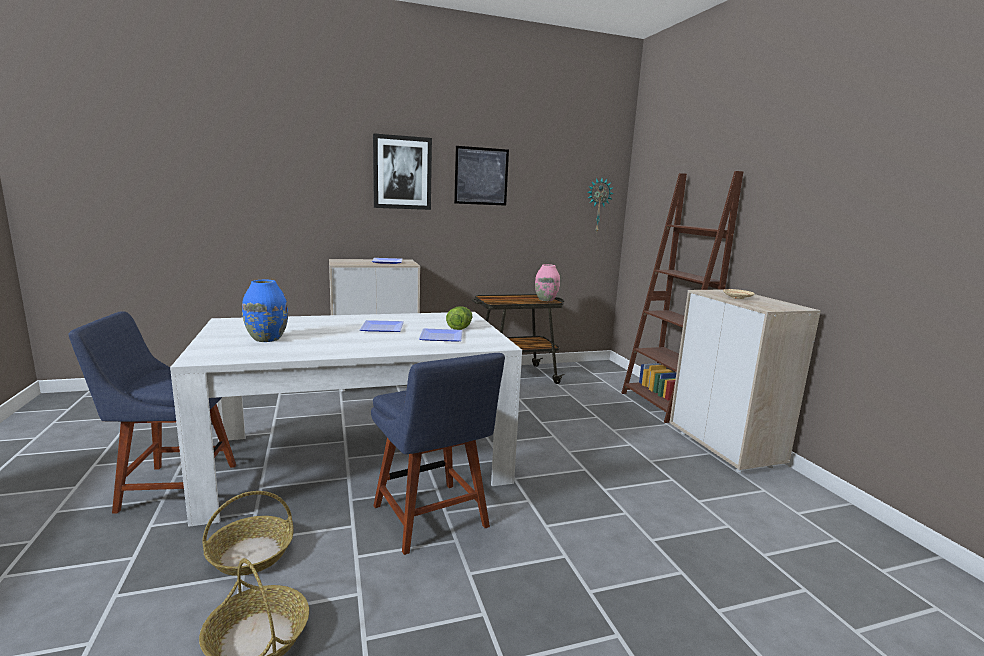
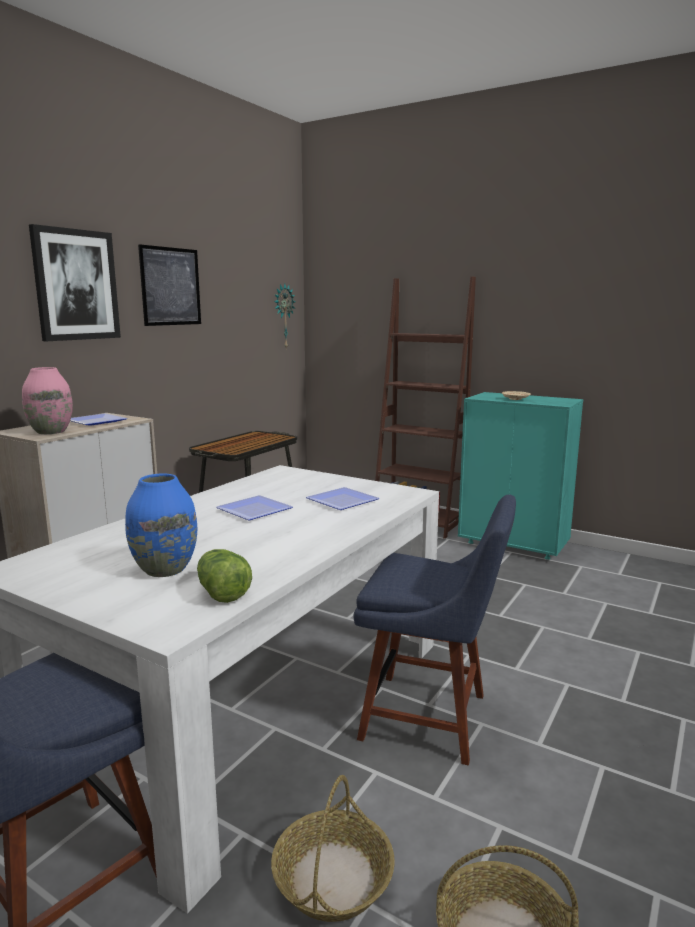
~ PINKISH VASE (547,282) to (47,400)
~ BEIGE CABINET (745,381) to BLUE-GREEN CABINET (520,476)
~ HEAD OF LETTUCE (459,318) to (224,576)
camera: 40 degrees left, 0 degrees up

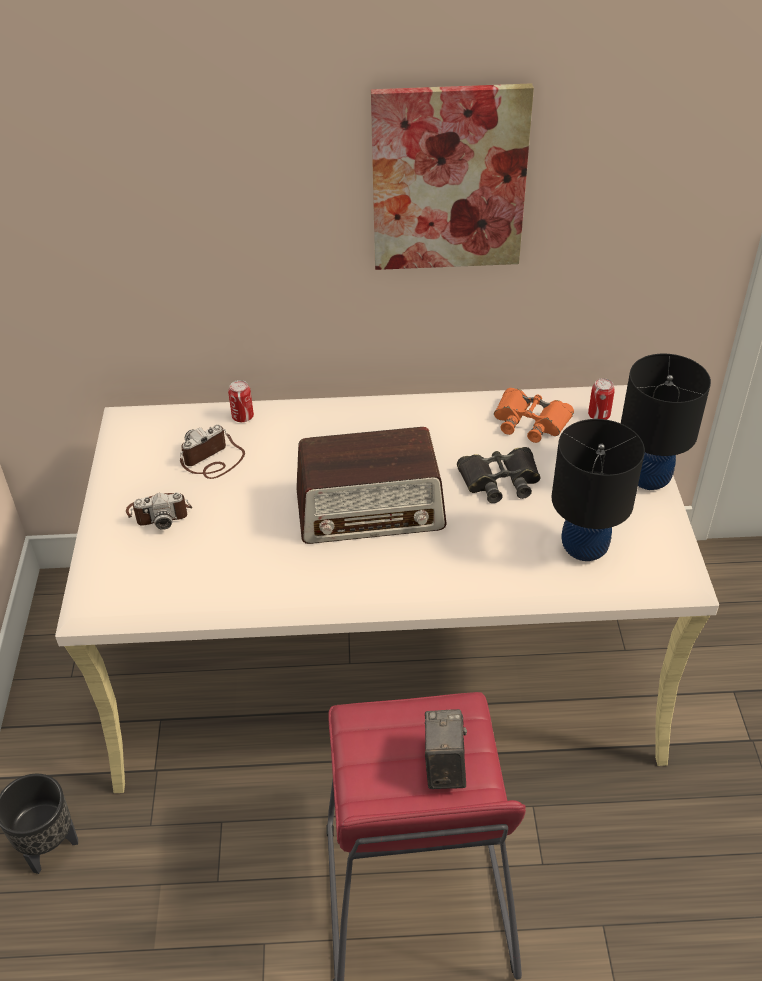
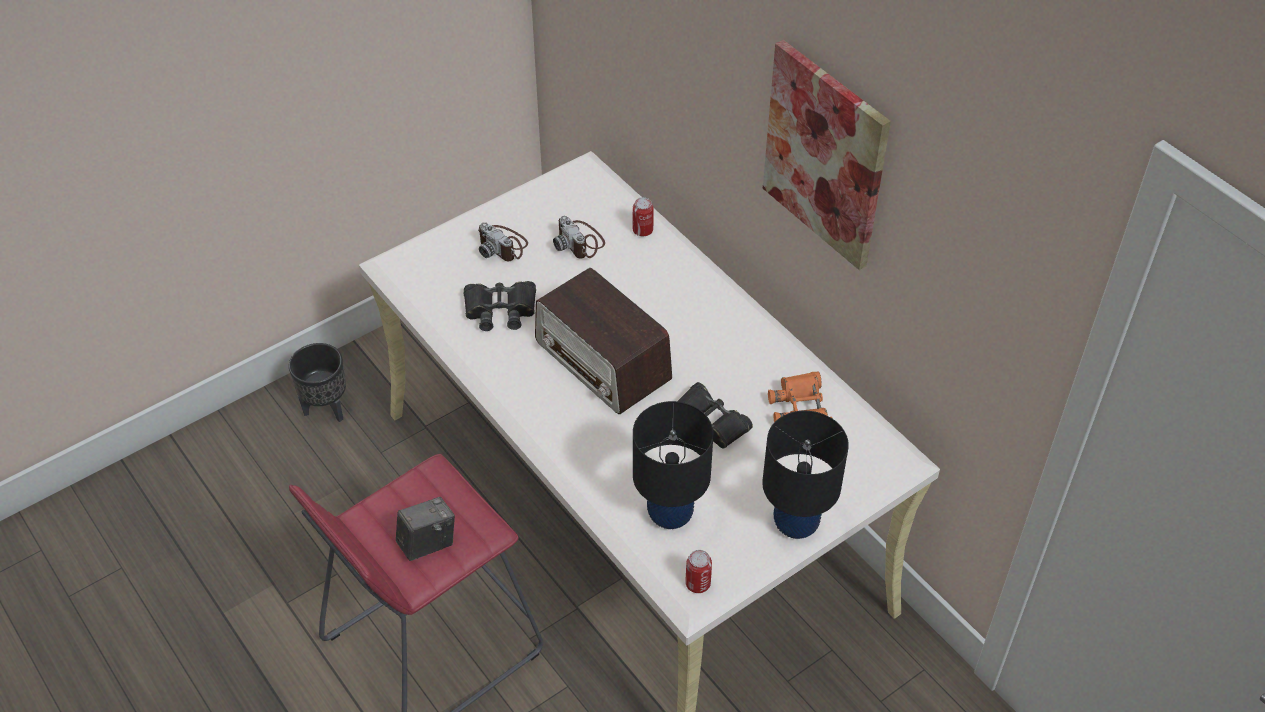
~ SEALED CAN (601,399) to (698,571)
~ STILL CAMERA (212,452) = (579,237) 135 degrees counterclockwise
+ BLACK-COLOURED BINOCULARS (500,306)
camera: 55 degrees right, 5 degrees up

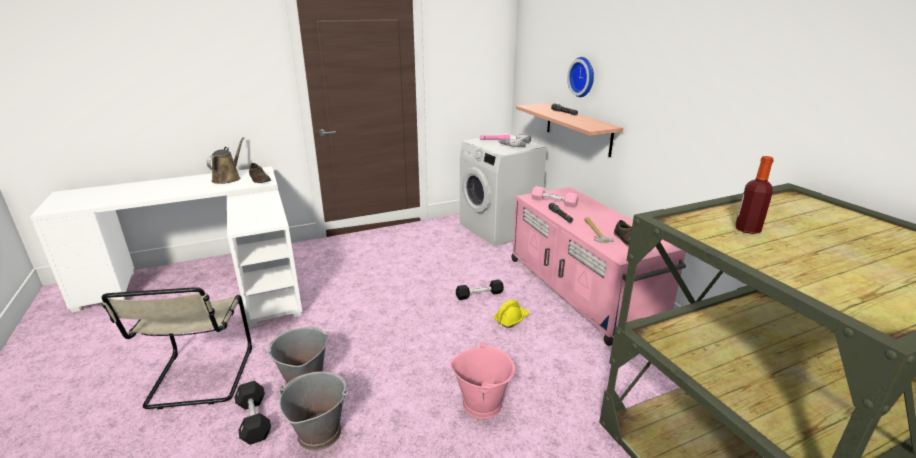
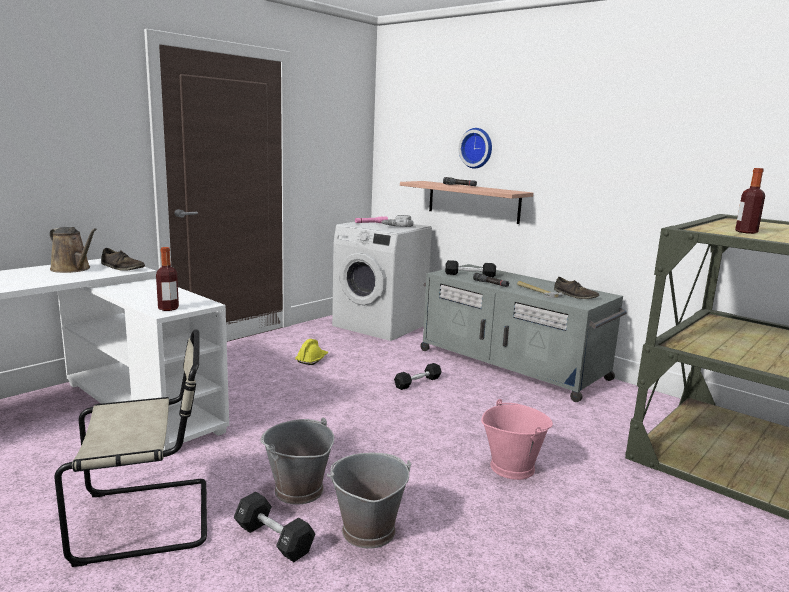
~ BROWNISH SPRINKLING CAN (225,160) = (73,250) 135 degrees clockwise
~ PINKISH FREE WEIGHT (554,196) to BLACK-COLOURED FREE WEIGHT (470,269)
~ PINKISH CABINET (598,266) to GREYISH CABINET (523,333)
~ BEIGE CHAIR (177,348) = (130,448) 75 degrees counterclockwise
~ YELLOW-COLOURED HARD HAT (512,314) to (311,352)
+ BOTTLE (167,279)
camera: 25 degrees left, 10 degrees down

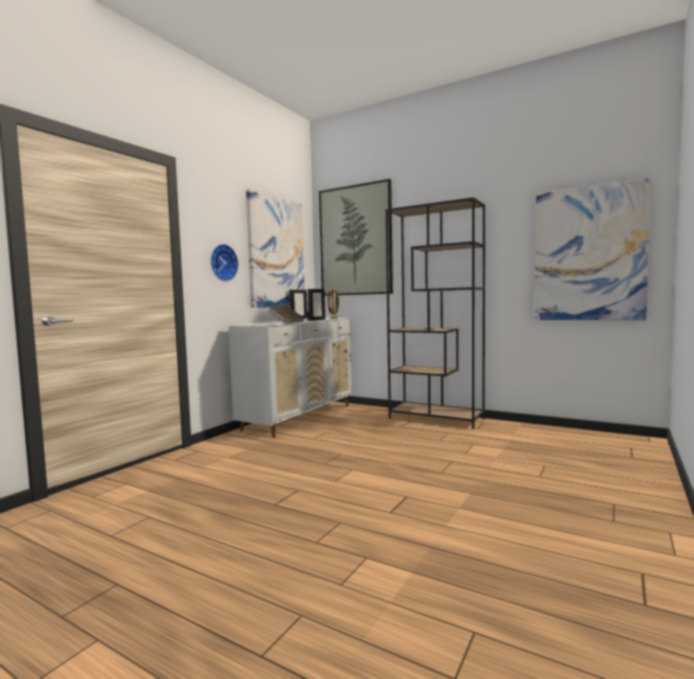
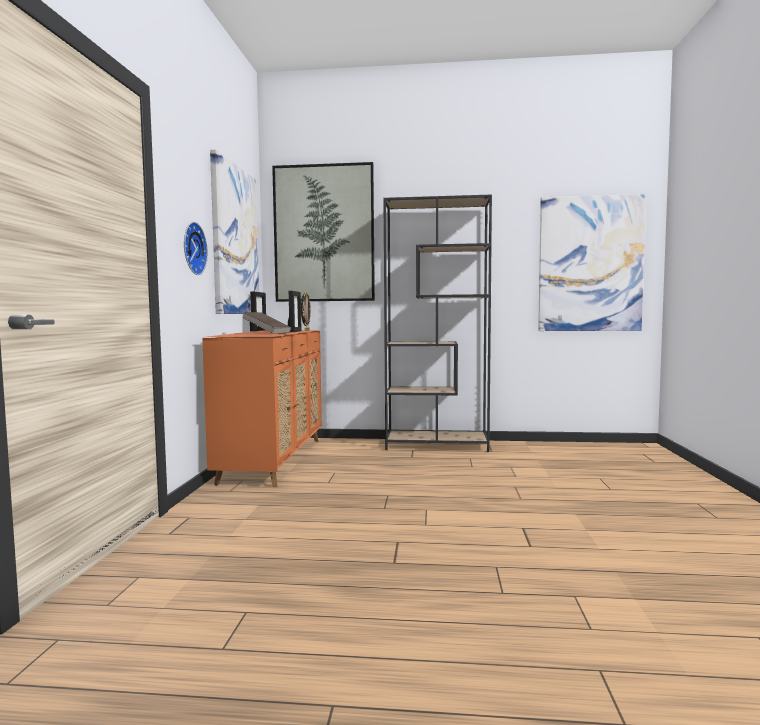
~ WHITISH CABINET (290,377) to ORANGEY CABINET (262,408)
camera: 25 degrees left, 0 degrees up

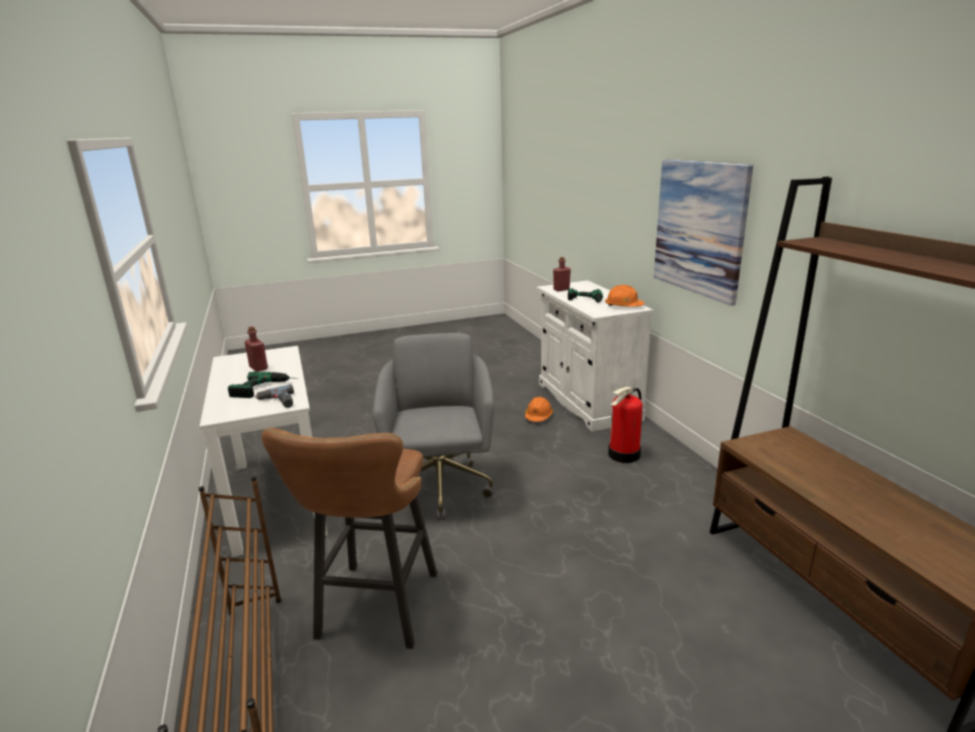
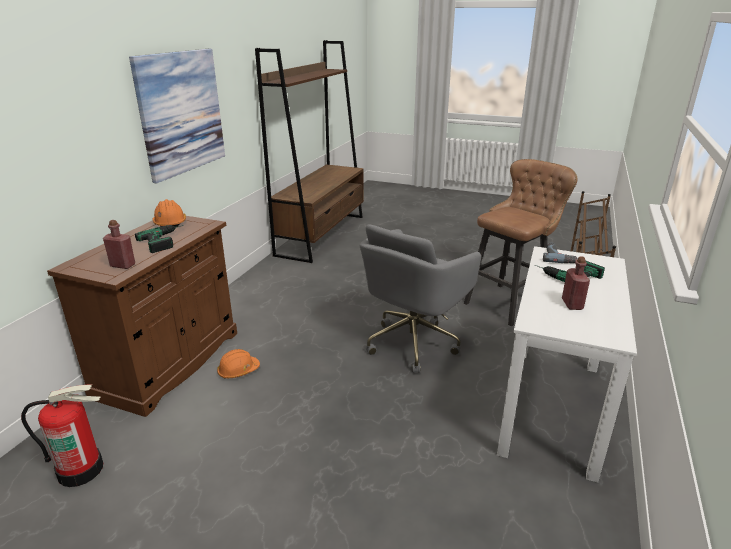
~ WHITISH CABINET (595,356) to BROWNISH CABINET (142,316)
~ FIRE-FIGHTING CYLINDER (625,424) to (62,436)
camera: 140 degrees left, 5 degrees up

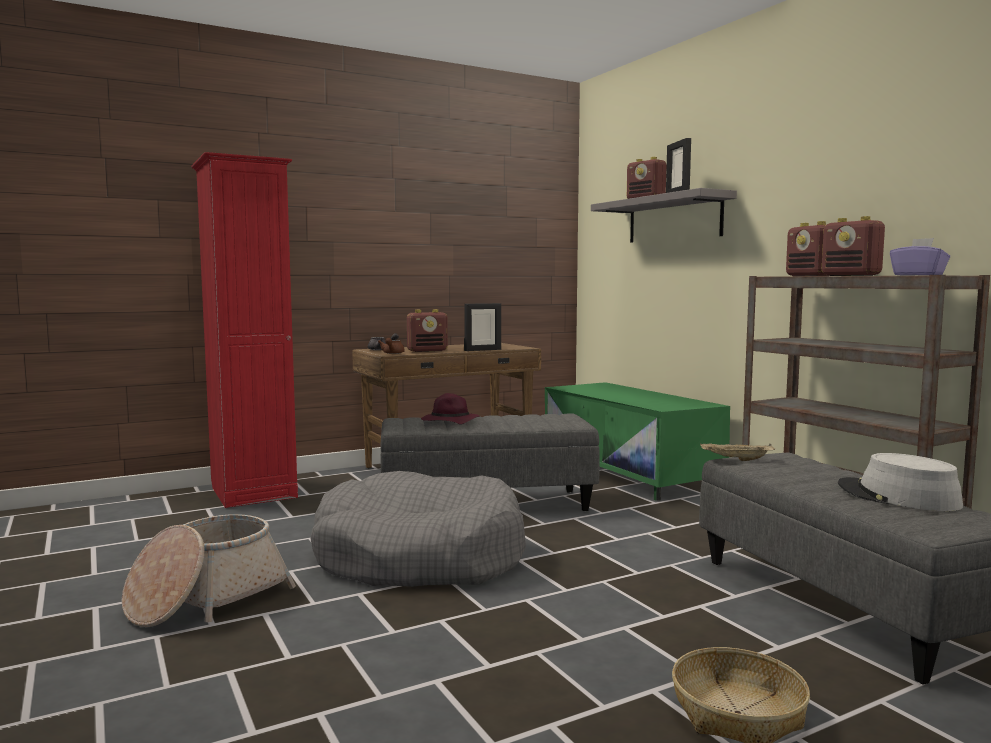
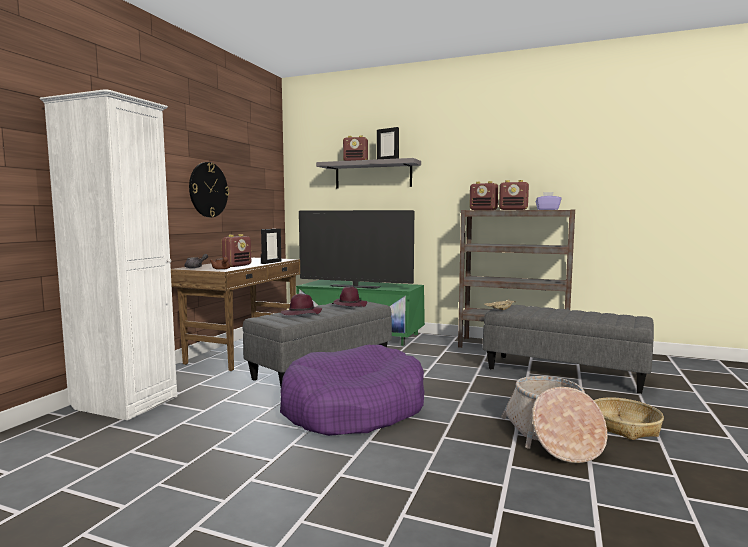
~ RED CABINET (244,330) to WHITISH CABINET (108,254)
- GREYISH HAT (900,482)
~ GREYISH DOG BED (418,529) to PURPLE-COLOURED DOG BED (352,390)
~ HOUSEHOLD BASKET (209,570) to (554,419)
+ CLOCK ON THE WALL (209,189)
+ TV SET (356,249)
+ PURPLE-COLOURED HAT (349,296)
camera: 40 degrees left, 0 degrees up

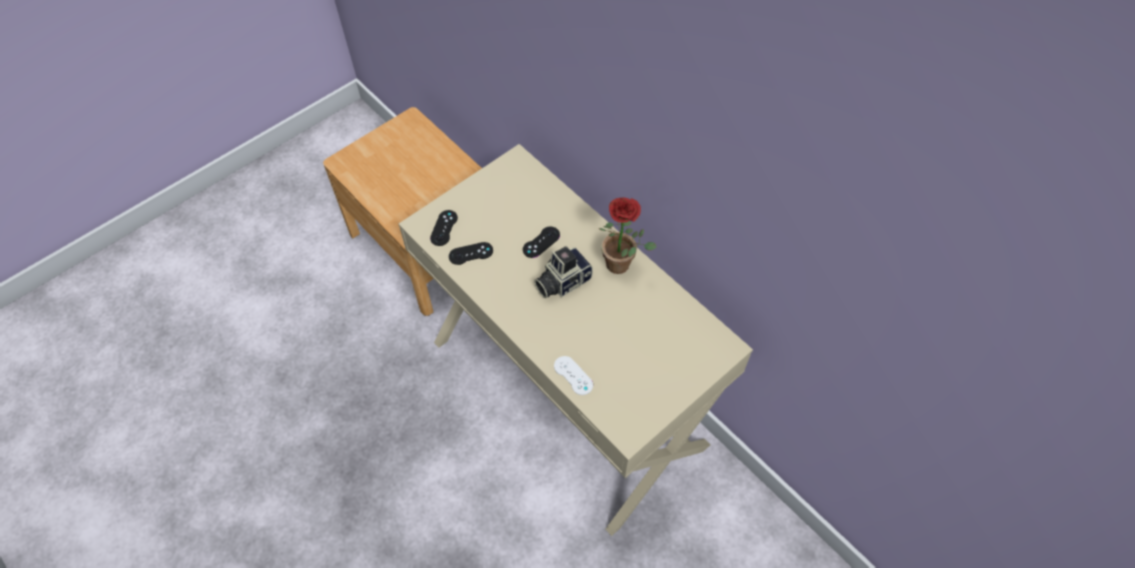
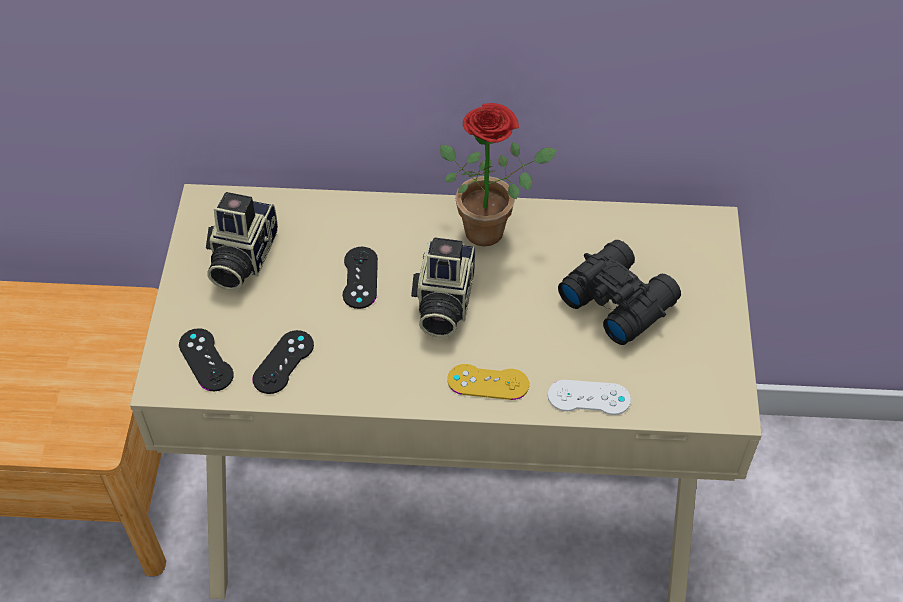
+ STILL CAMERA (242,241)
+ BLACK-COLOURED BINOCULARS (619,292)
+ YELLOW-COLOURED GAMEPAD (488,382)
camera: 45 degrees left, 5 degrees down

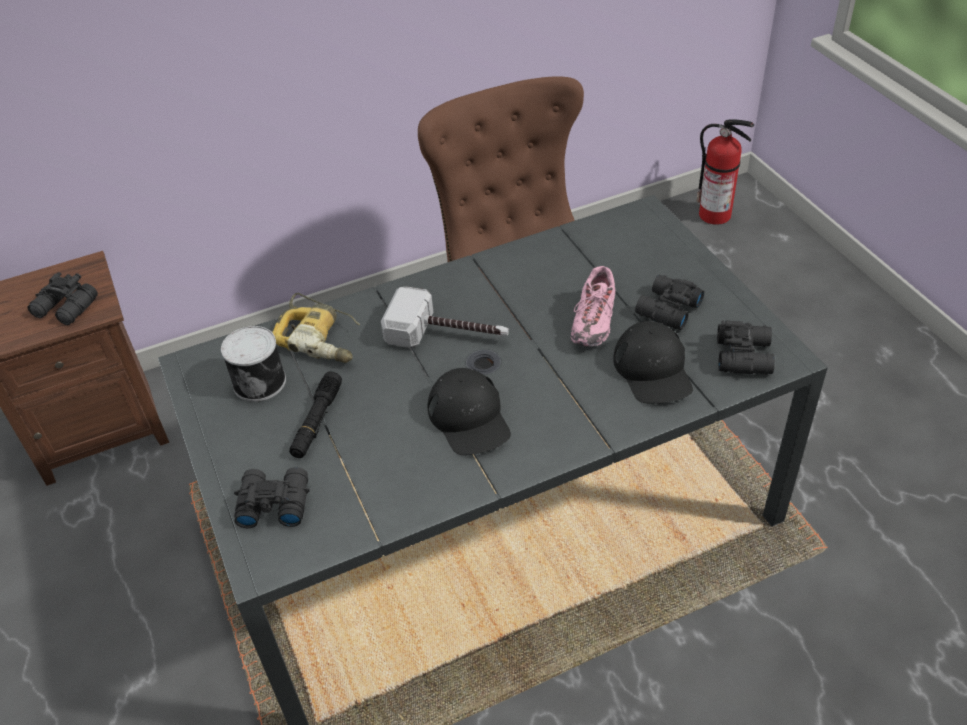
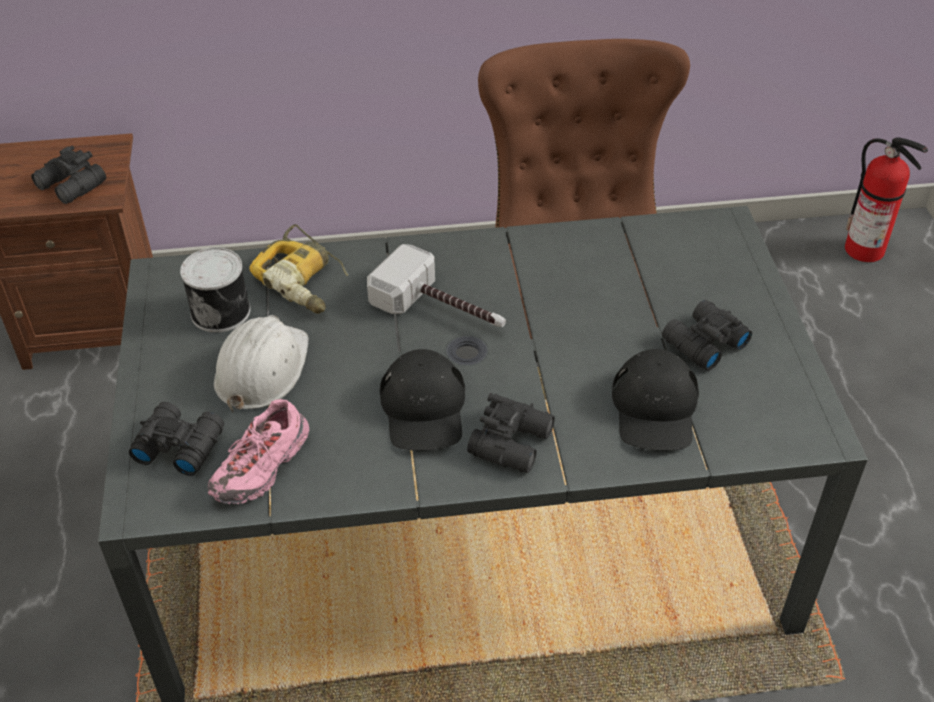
~ PINKISH ITEM OF FOOTWEAR (593,306) to (258,451)
~ BLACK-COLOURED BINOCULARS (746,347) to (511,433)
~ BLACK-COLOURED HAND TORCH (315,414) to WHITISH HARD HAT (261,363)
camera: 15 degrees right, 0 degrees up

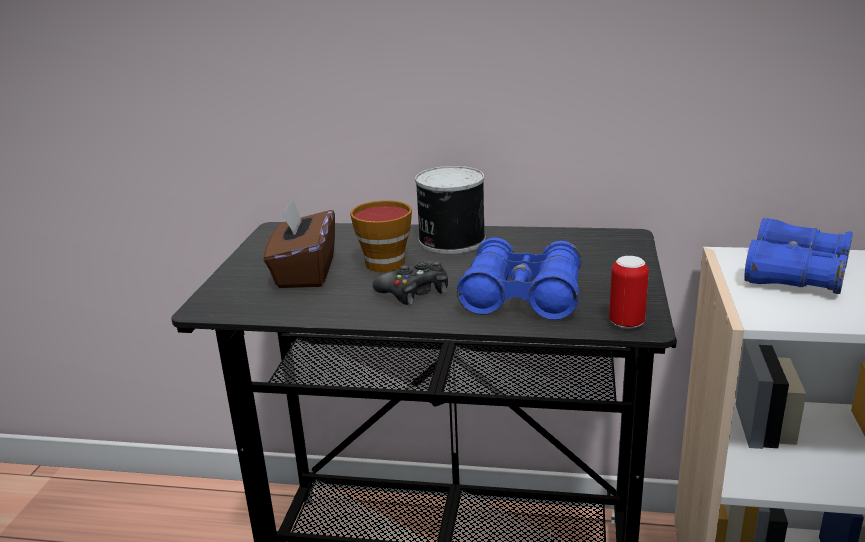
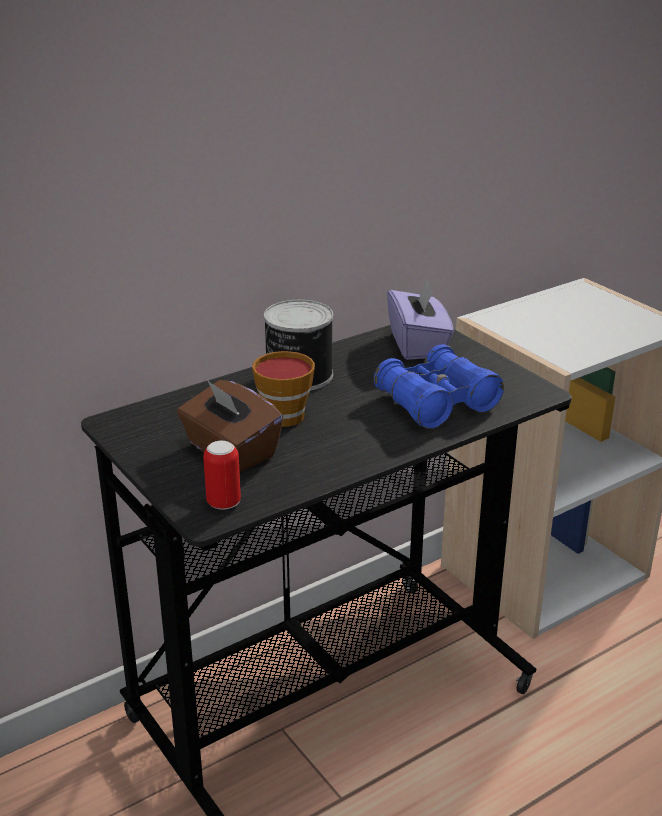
- BLUE BINOCULARS (798,256)
~ SEALED CAN (629,292) to (222,475)
- BLACK-COLOURED GAMEPAD (410,283)
+ PURPLE-COLOURED TISSUE HOLDER (420,320)
camera: 45 degrees left, 5 degrees up

